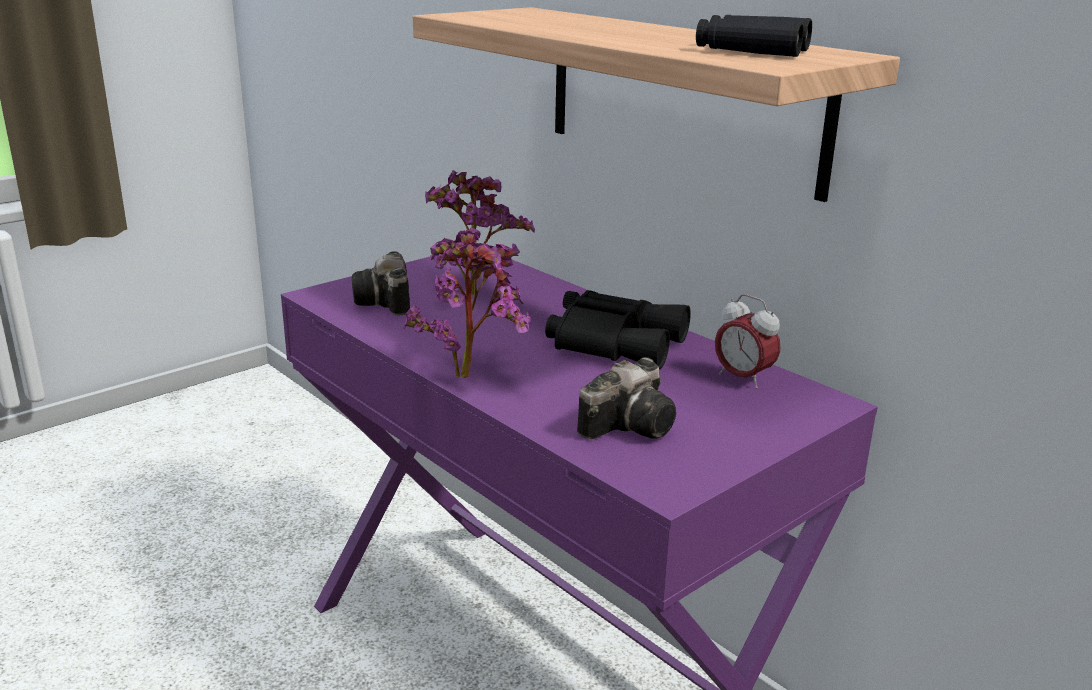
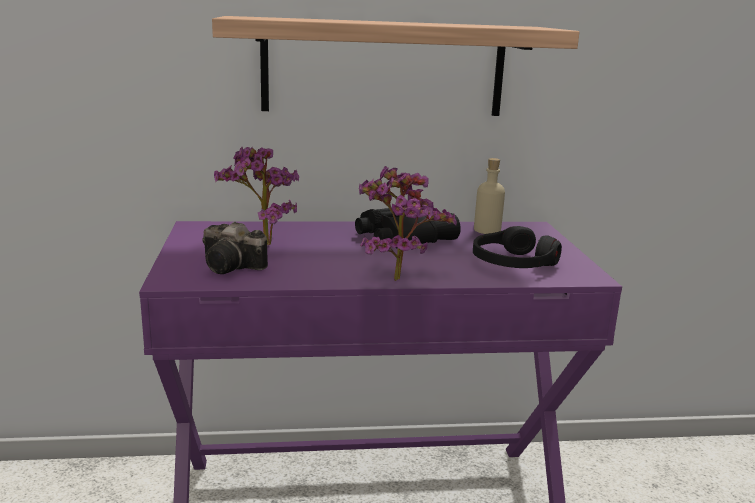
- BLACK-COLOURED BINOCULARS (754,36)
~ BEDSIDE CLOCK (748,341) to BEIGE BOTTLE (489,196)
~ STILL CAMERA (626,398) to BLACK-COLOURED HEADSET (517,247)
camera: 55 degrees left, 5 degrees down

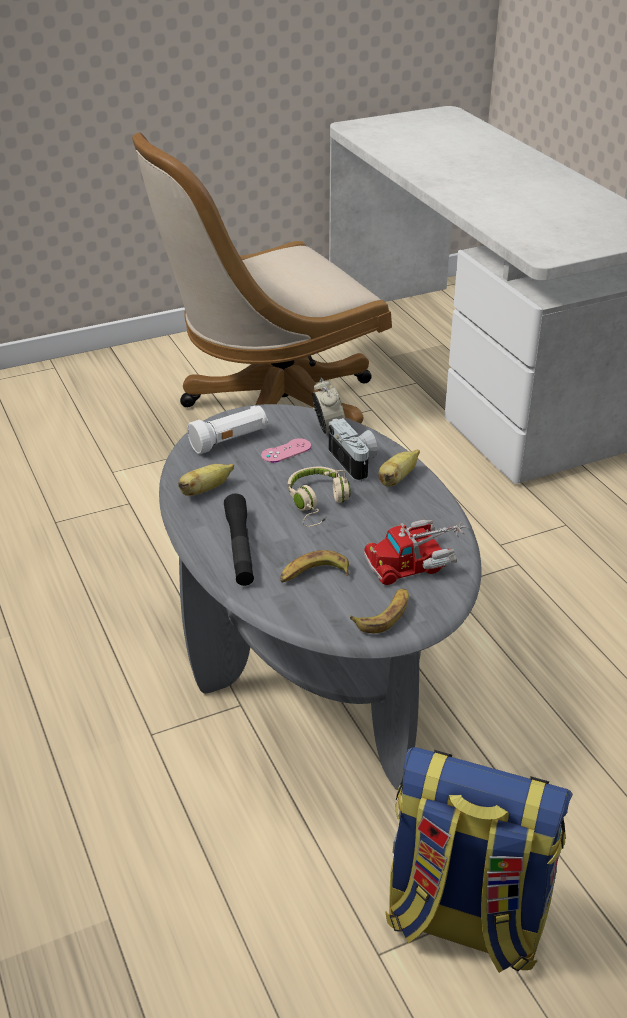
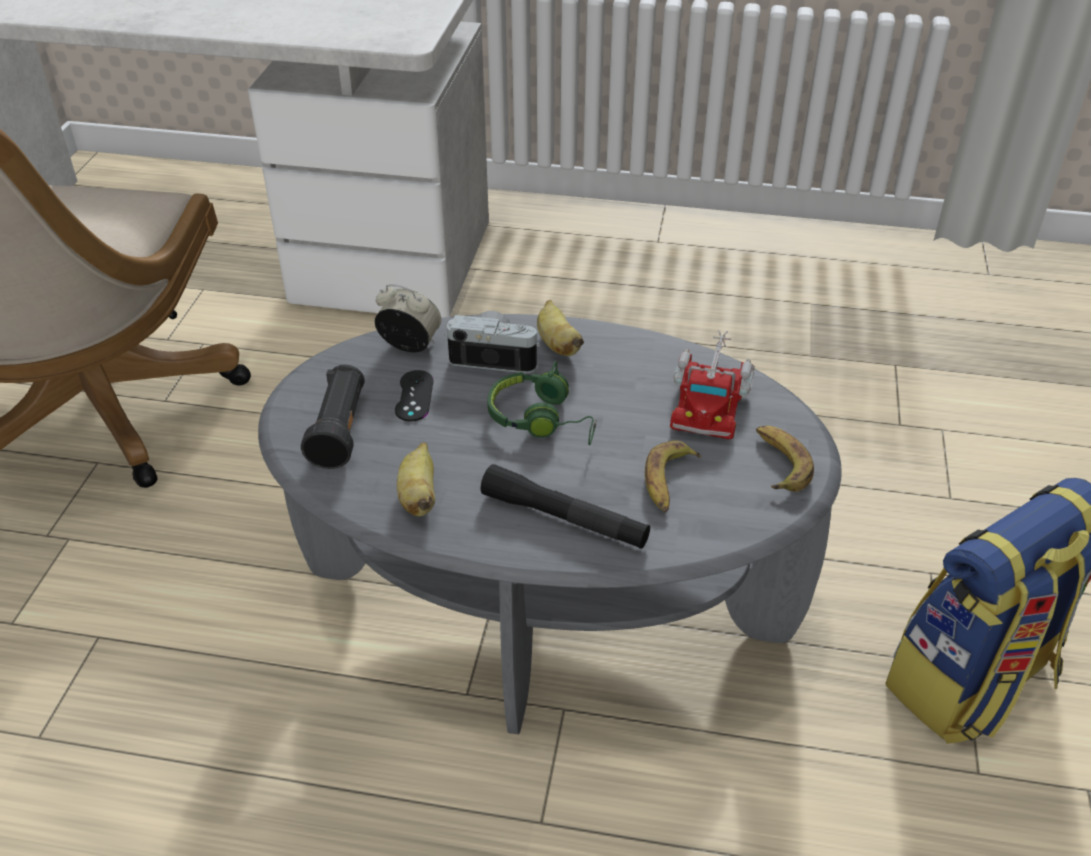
~ WHITISH HAND TORCH (227,430) to BLACK-COLOURED HAND TORCH (333,417)
~ PINKISH GAMEPAD (286,450) to BLACK-COLOURED GAMEPAD (414,396)
~ BEIGE HEADSET (319,496) to GREENISH HEADSET (542,403)
camera: 55 degrees left, 5 degrees up

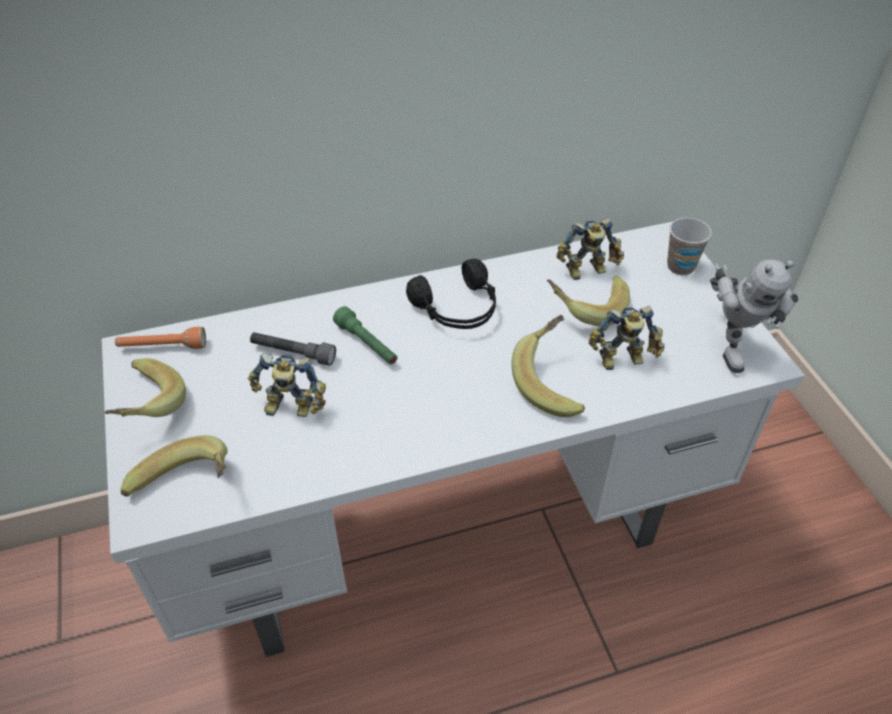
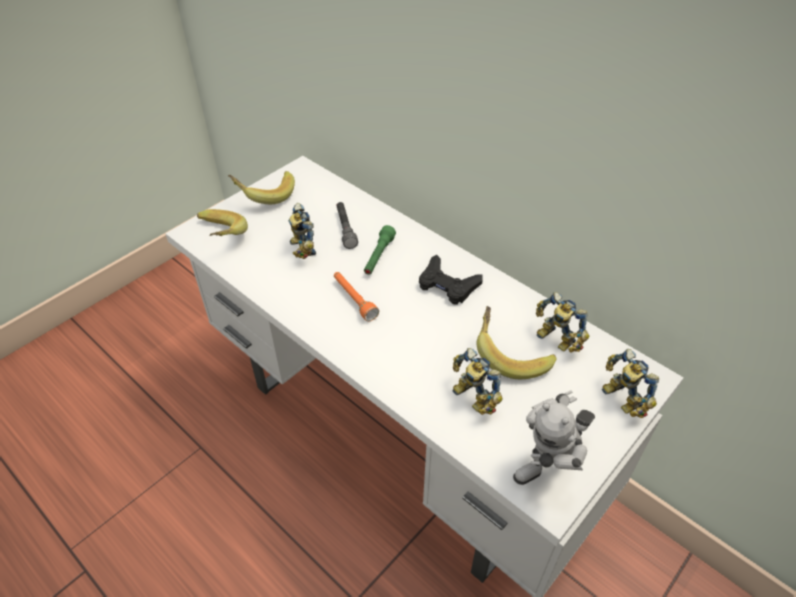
~ DRINKING CUP (689,246) to TOY ROBOT (630,383)
~ BLACK-COLOURED HEADSET (451,294) to BLACK-COLOURED GAMEPAD (451,280)
- WHOLE BANANA (548,366)
~ ORANGEY HAND TORCH (160,338) to (356,296)
camera: 60 degrees right, 0 degrees up

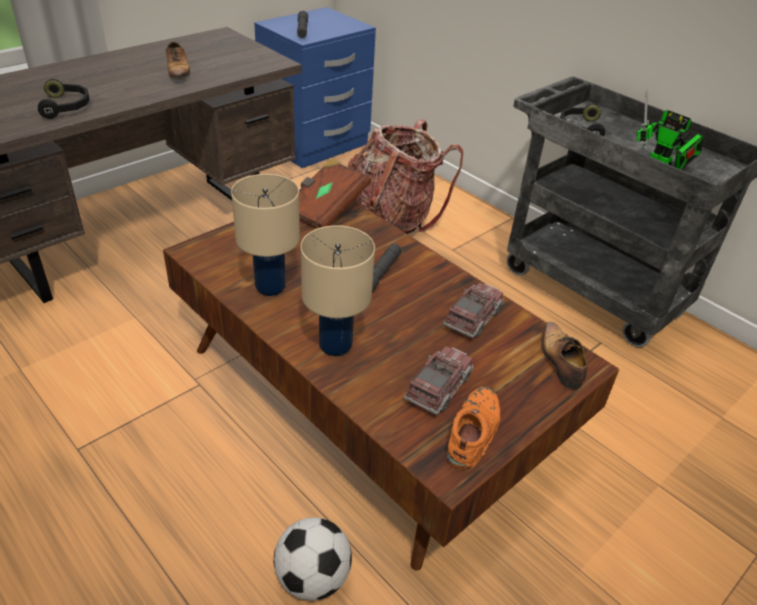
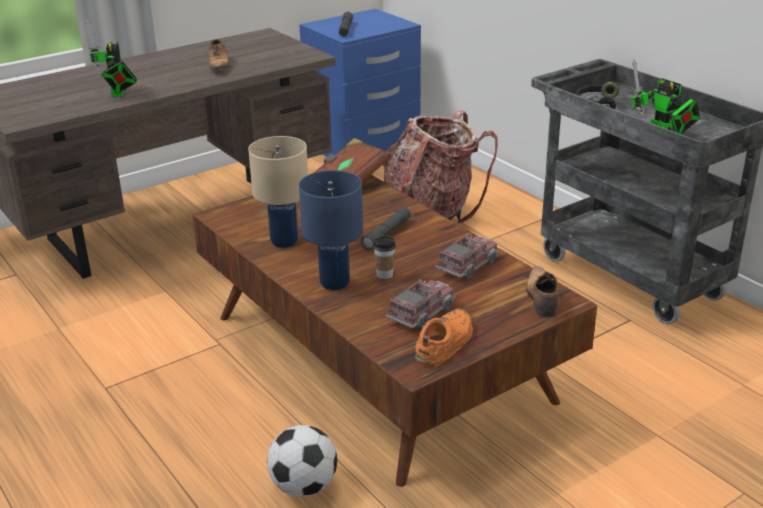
~ BLACK-COLOURED HEADSET (64,99) to TOY ROBOT (111,58)
~ BEIGE TABLE LAMP (338,290) to BLUE TABLE LAMP (331,230)
+ DRINKING CUP (384,257)
camera: 10 degrees right, 10 degrees down

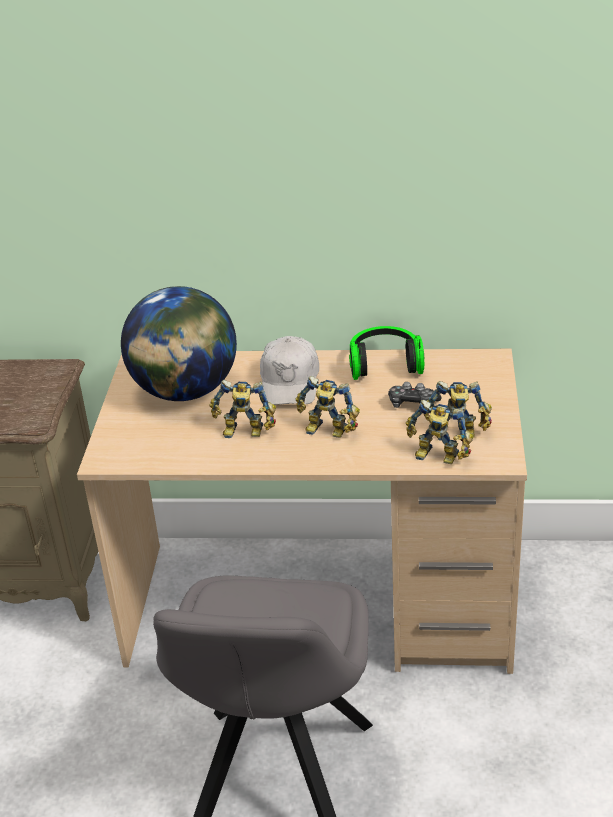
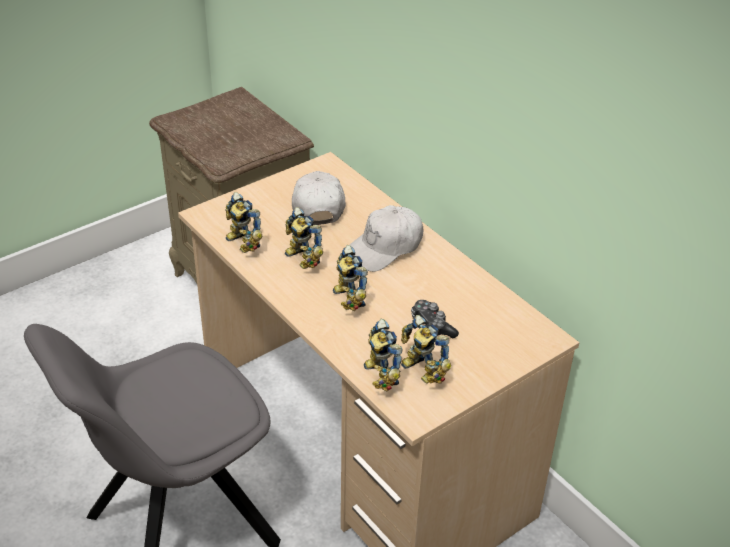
~ WORLD GLOBE (179,343) to WHITISH PEAKED CAP (319,198)
- HEADSET (386,353)
+ TOY ROBOT (244,222)
camera: 45 degrees right, 5 degrees up

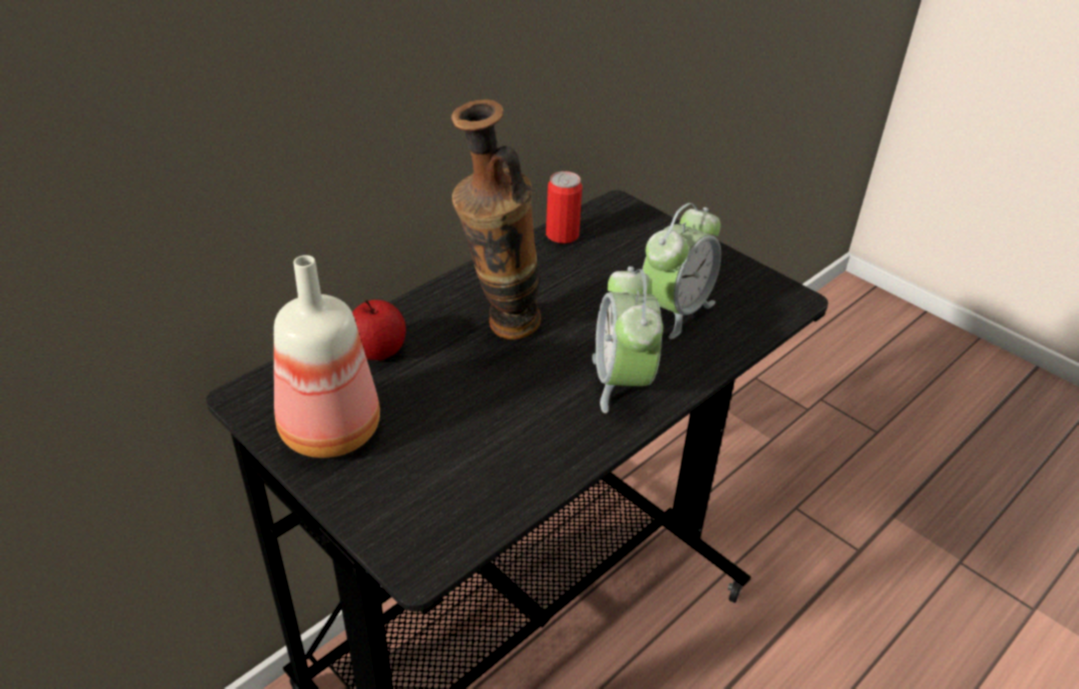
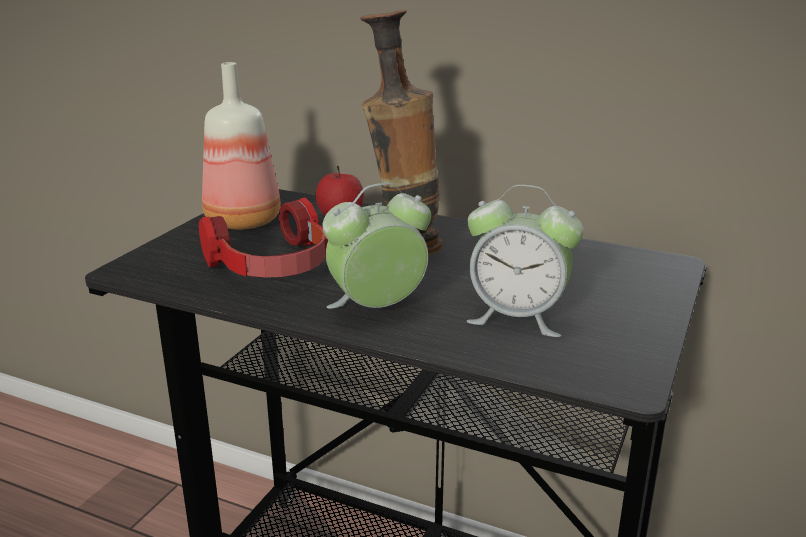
- SEALED CAN (564,207)
+ HEADSET (263,238)
camera: 70 degrees right, 15 degrees down

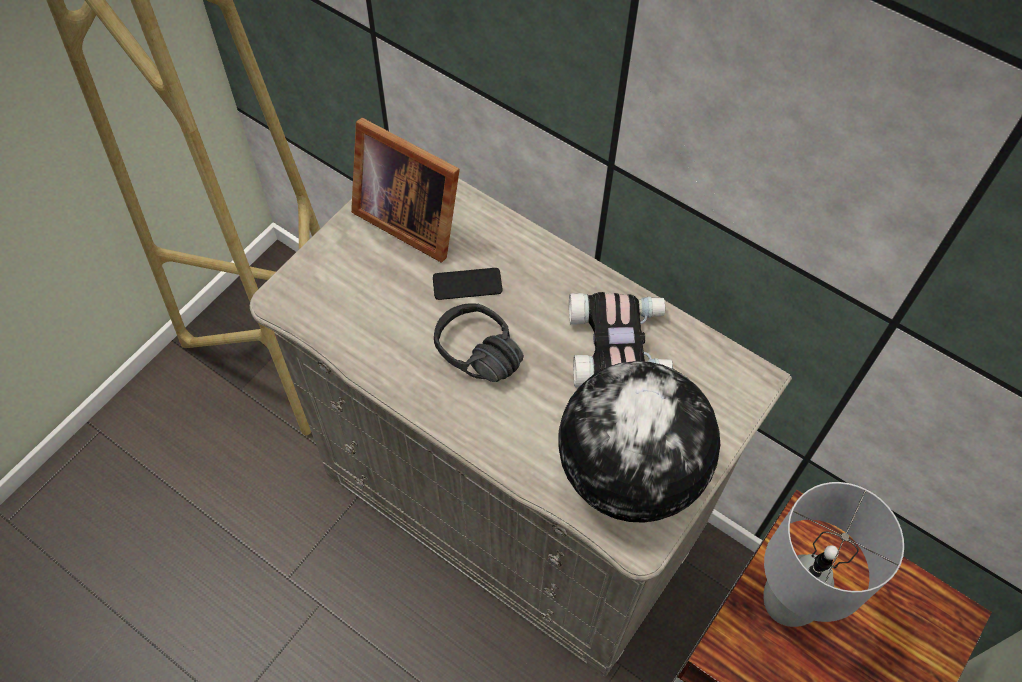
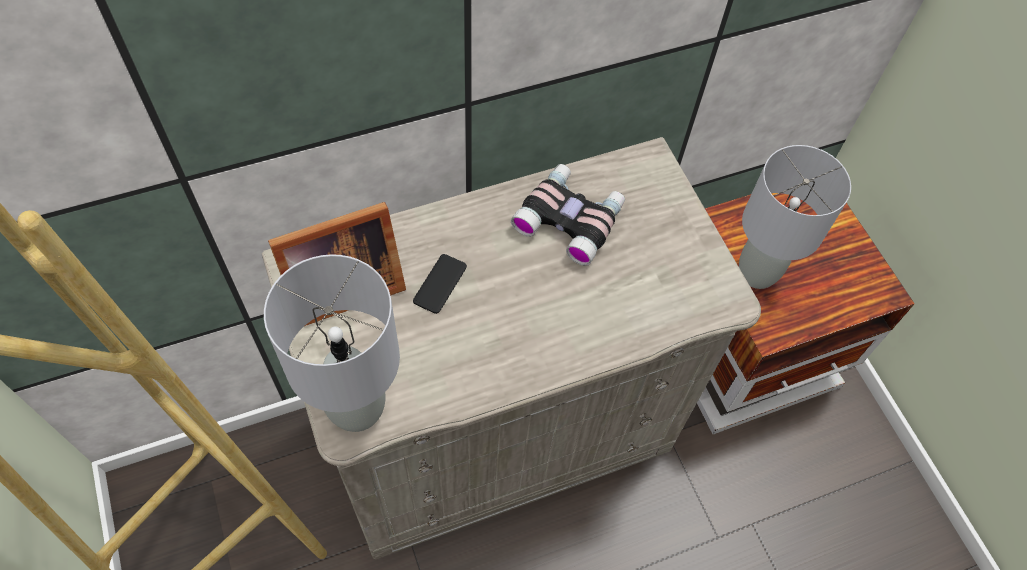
- BLACK-COLOURED HEADSET (479,342)
- WORLD GLOBE (639,442)
+ GREYISH TABLE LAMP (332,343)
camera: 60 degrees left, 0 degrees up

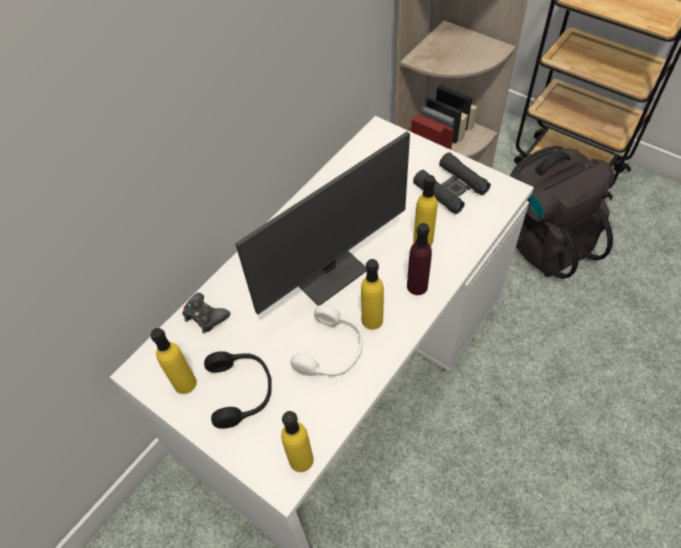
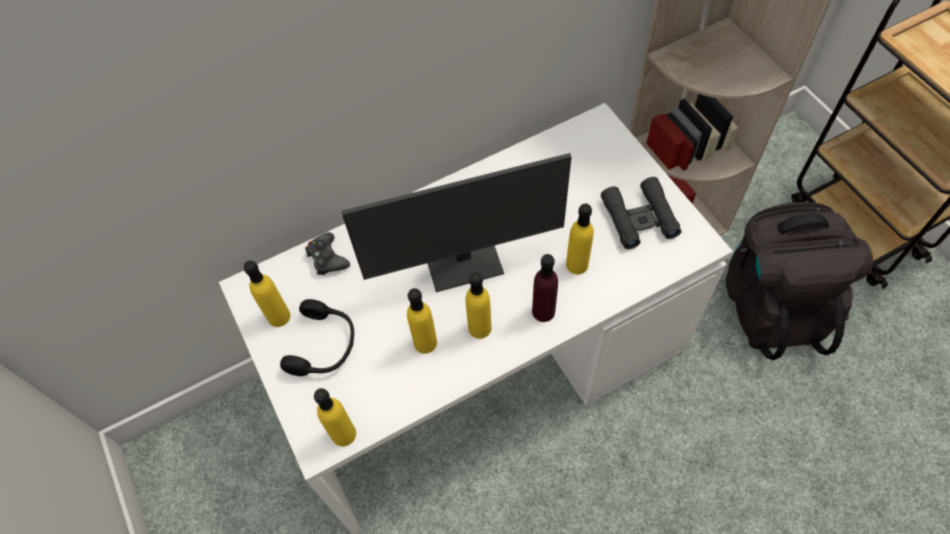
~ WHITISH HEADSET (327,340) to YELLOW-COLOURED BOTTLE (422,321)
camera: 25 degrees right, 5 degrees up

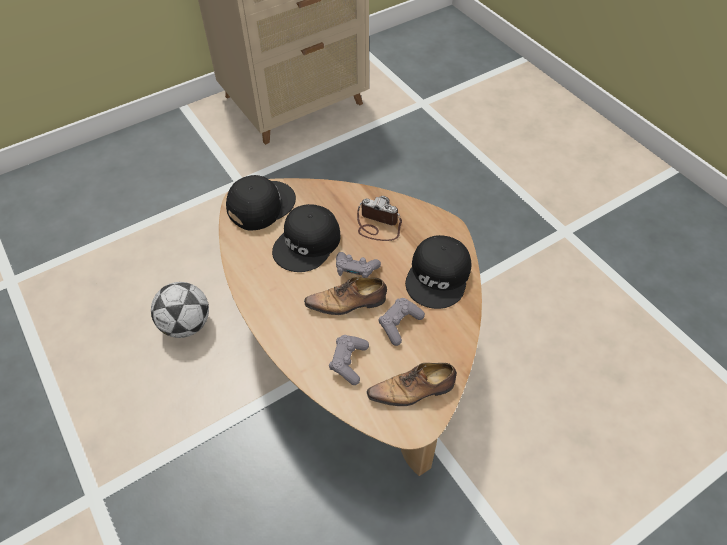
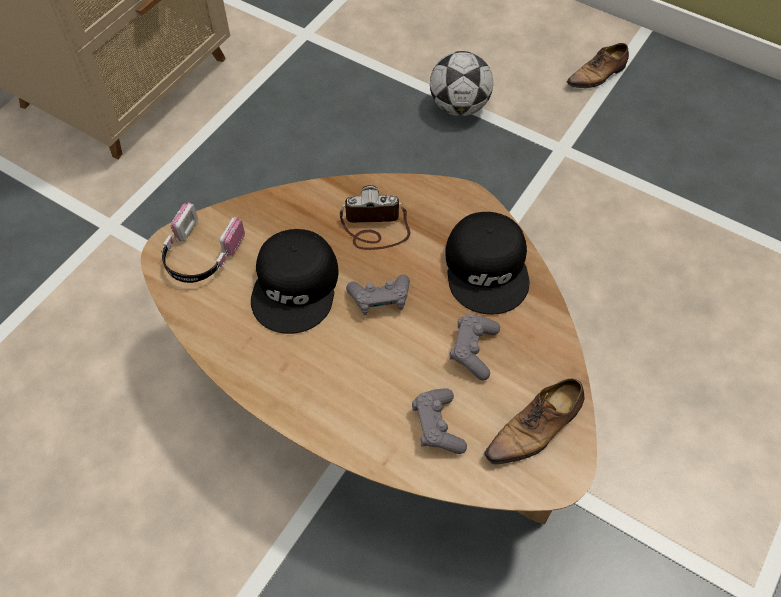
~ BLACK-COLOURED PEAKED CAP (261,202) to HEADSET (203,242)
~ ITEM OF FOOTWEAR (345,296) to (598,65)
~ FOOTBALL BALL (180,310) to (461,83)
camera: 25 degrees left, 5 degrees up

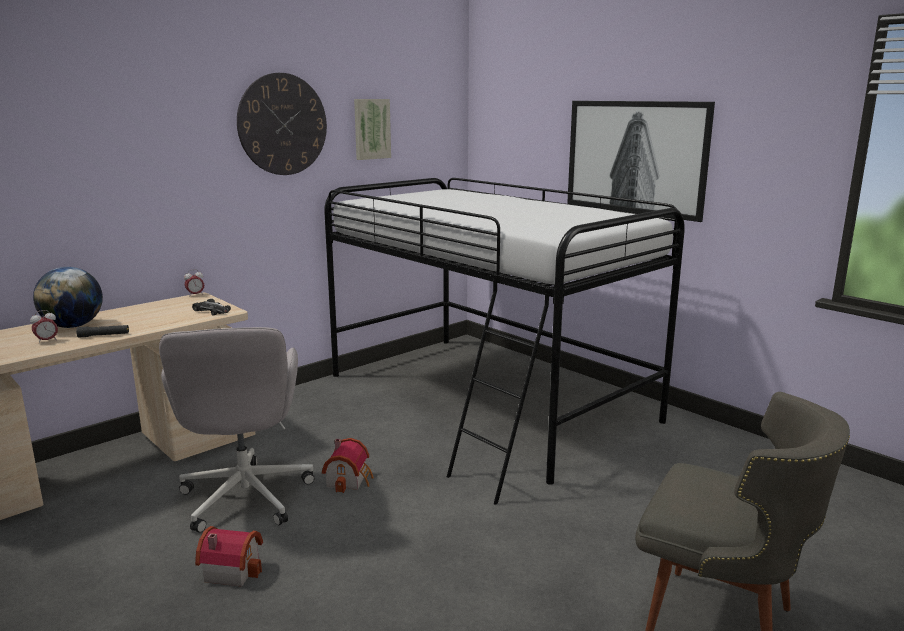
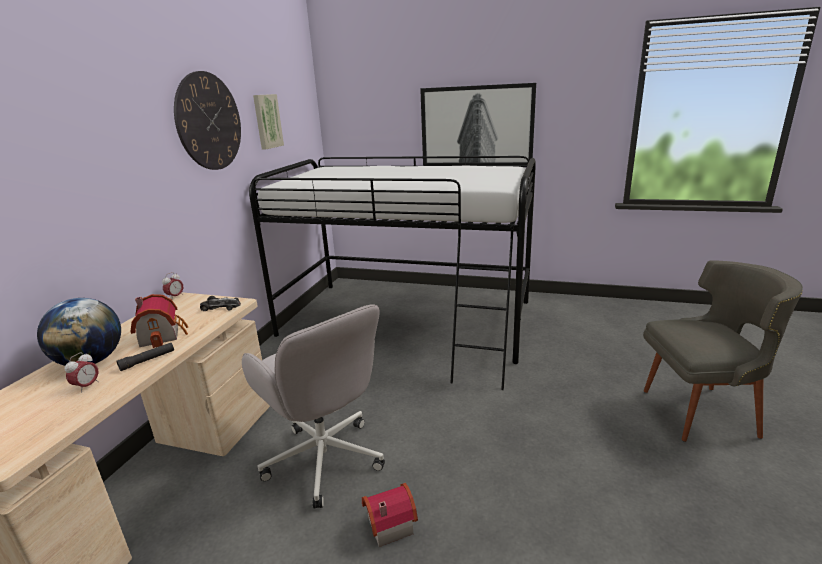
~ MINIATURE HOUSE (348,465) to (159,321)
camera: 30 degrees left, 5 degrees up

